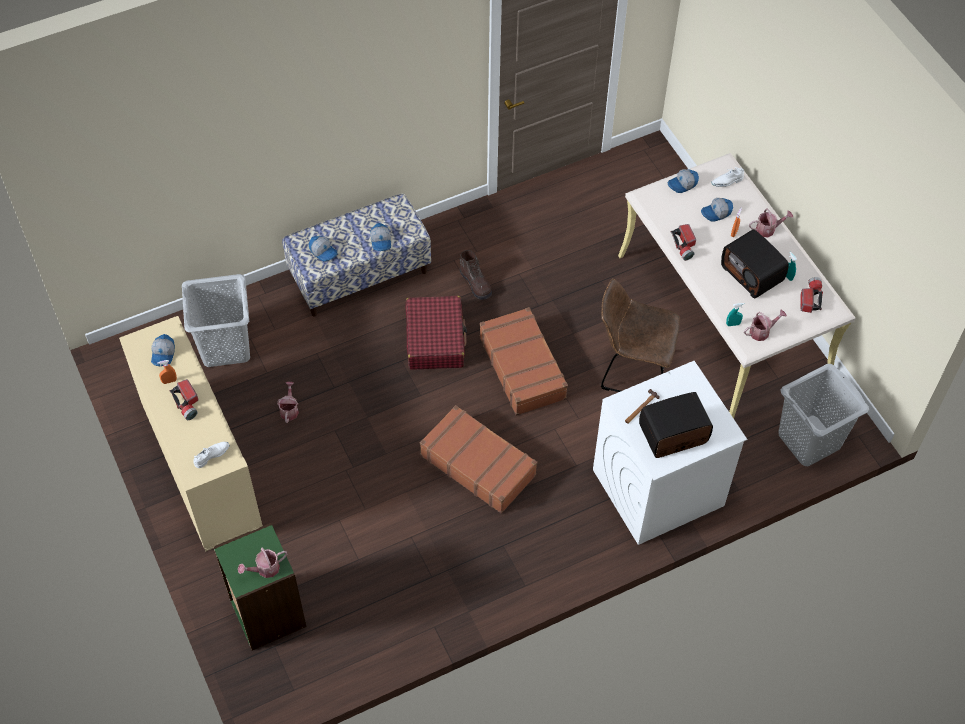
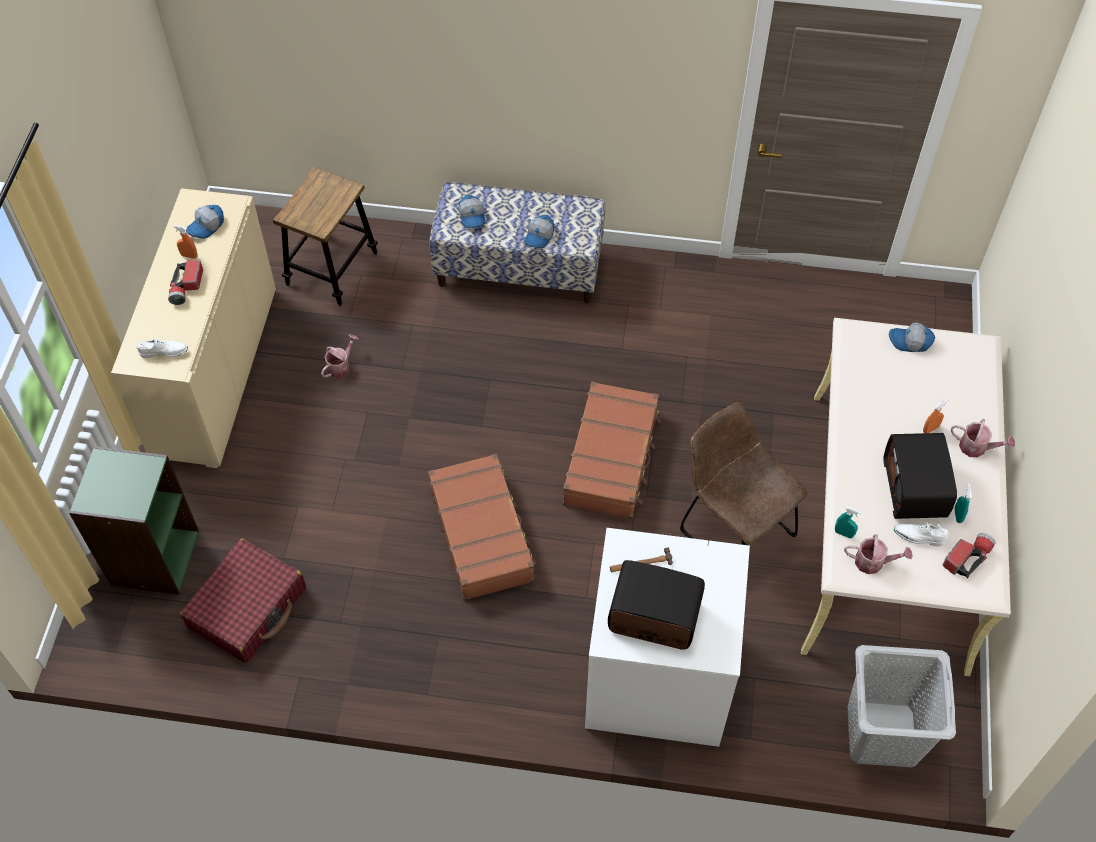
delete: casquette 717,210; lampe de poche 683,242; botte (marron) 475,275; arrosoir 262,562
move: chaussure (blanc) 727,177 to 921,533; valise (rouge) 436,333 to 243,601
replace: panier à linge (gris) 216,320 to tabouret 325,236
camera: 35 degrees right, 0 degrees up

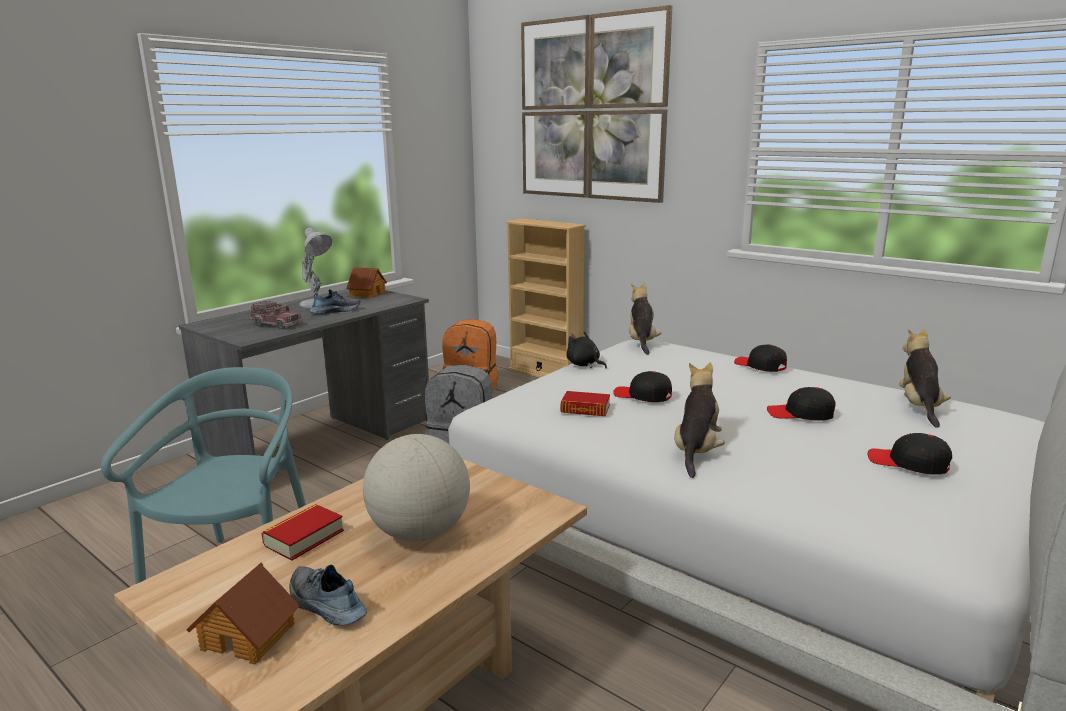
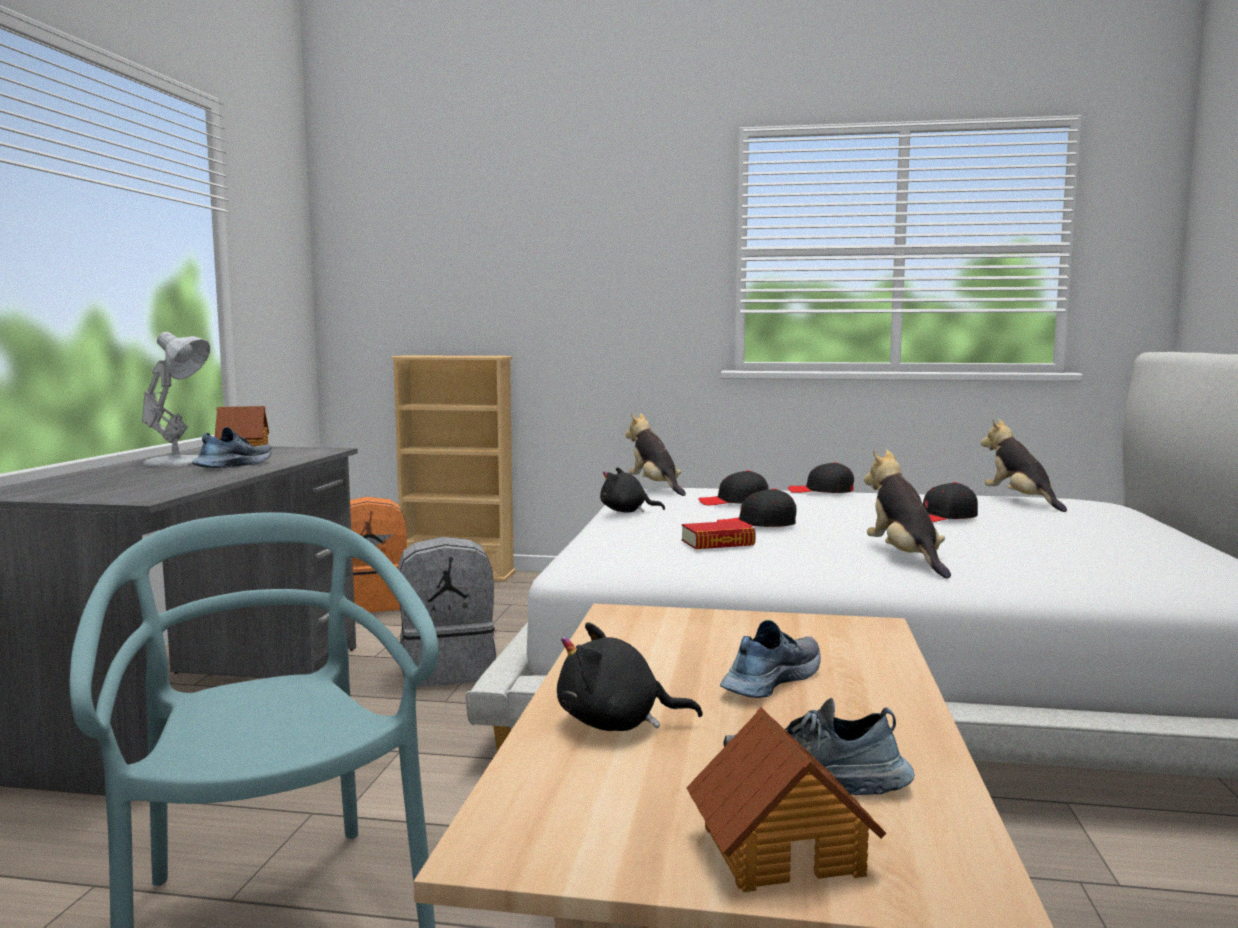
delete: tableau 596,104; camion jouet 276,315
move: casquette (noir) 909,454 to 733,487
replace: globe 416,488 to chaussure 770,659; livre 303,532 to peluche (noir) 630,676
camera: 30 degrees left, 10 degrees down

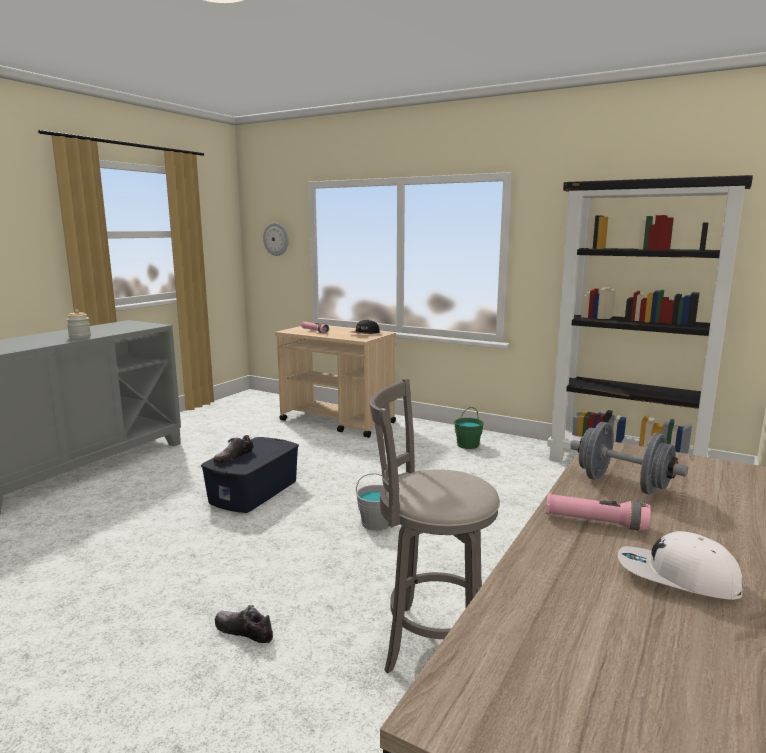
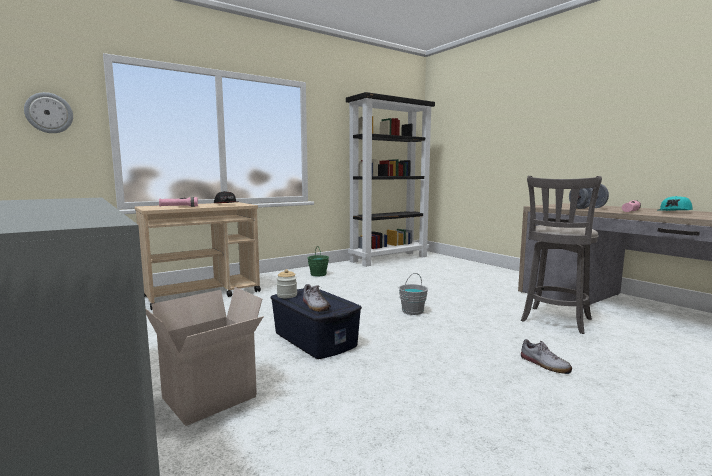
insert: carton 205,356
move: bocal 78,324 to 286,283
recolor: casquette (blanc) 681,565 to casquette (turquoise) 675,203
rotate: chaussure 244,624 = 546,356 90 degrees counterclockwise
camera: 65 degrees left, 5 degrees down

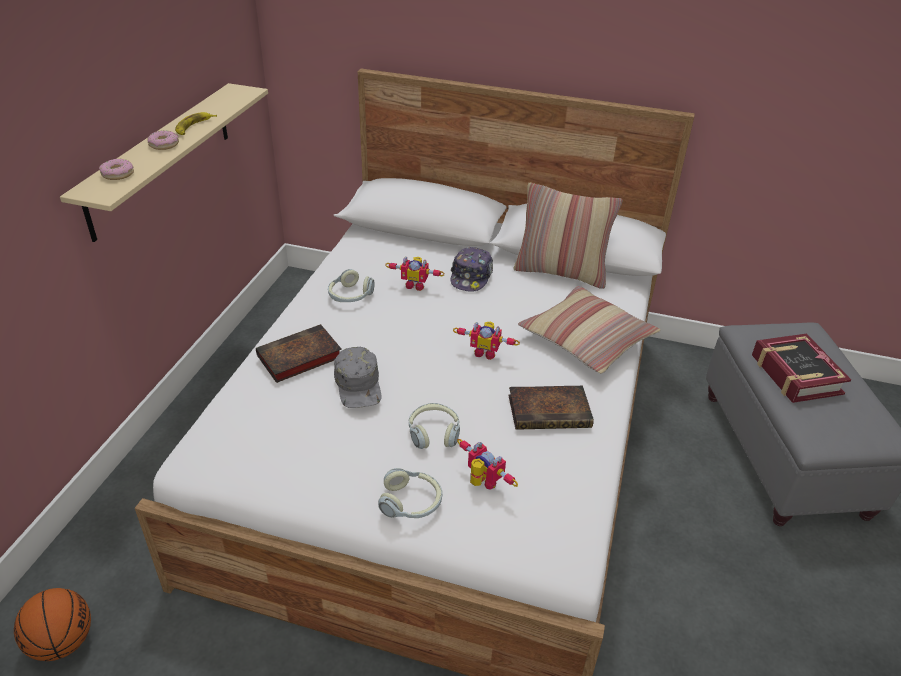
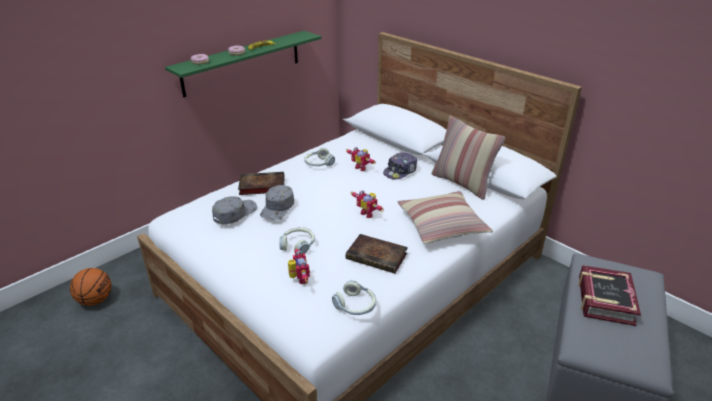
insert: casquette (gris) 234,210
move: casque audio 410,493 to 354,297
recolor: étagère (beige) 164,162 to étagère (vert) 243,64
camera: 30 degrees right, 5 degrees down

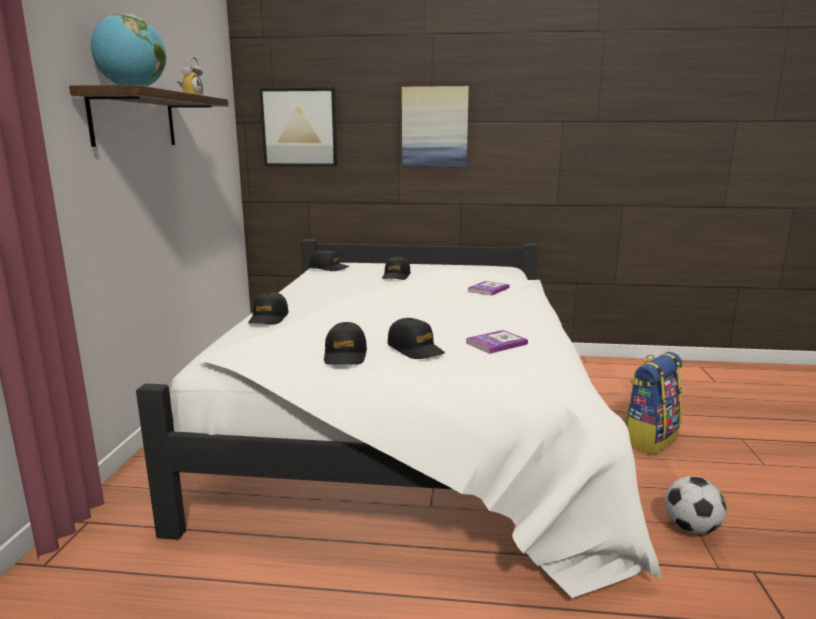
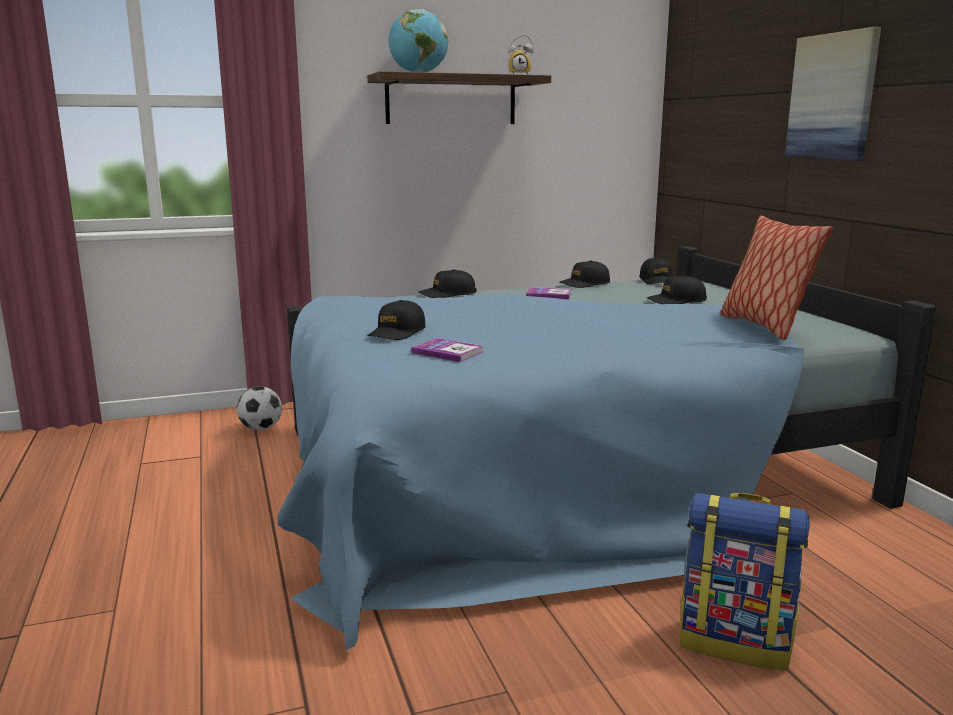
delete: tableau 298,127
insert: coussin 777,278
move: livre 489,288 to 548,293; casquette (noir) 345,343 to 584,274; ballon de foot 695,505 to 259,408
recolor: lit (blanc) 398,418 to lit (bleu) 606,448
camera: 65 degrees right, 0 degrees up

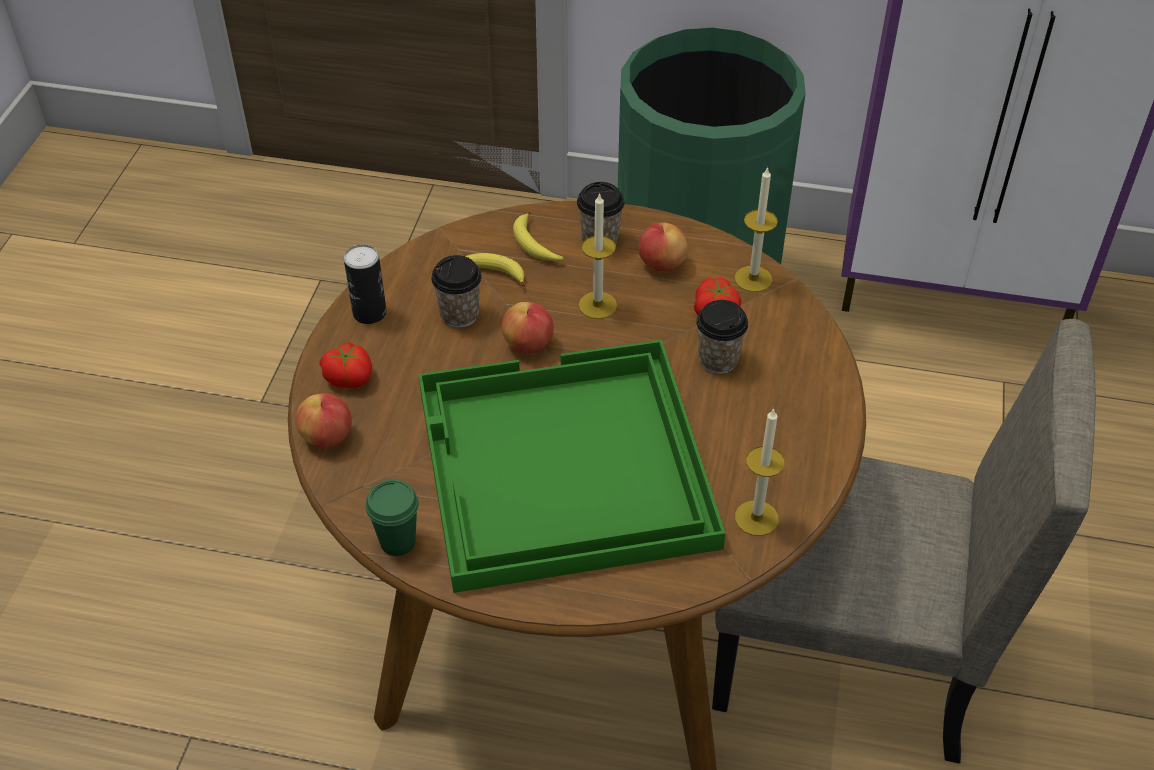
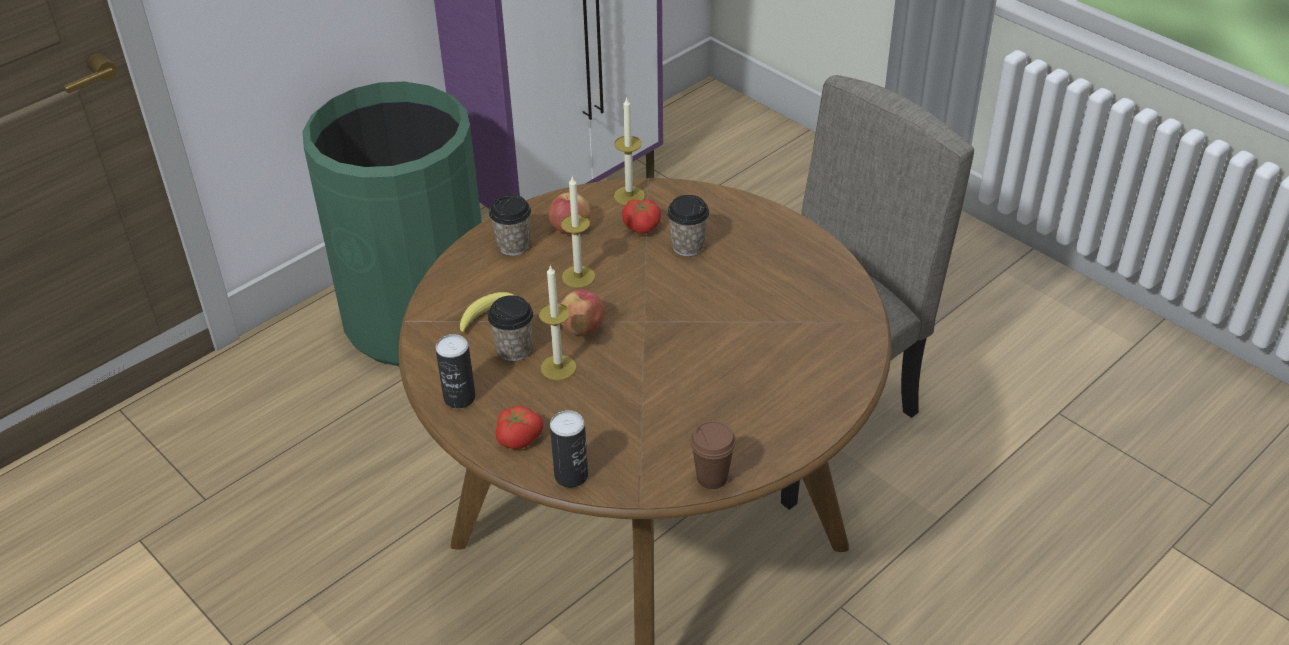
delete: banane 538,236; plateau (vert) 572,466
move: bougie 760,472 to 558,323
replace: pomme 323,420 to boîte métallique 569,449
recolor: tasse (vert) 392,517 to tasse (marron) 713,455
camera: 55 degrees left, 5 degrees down

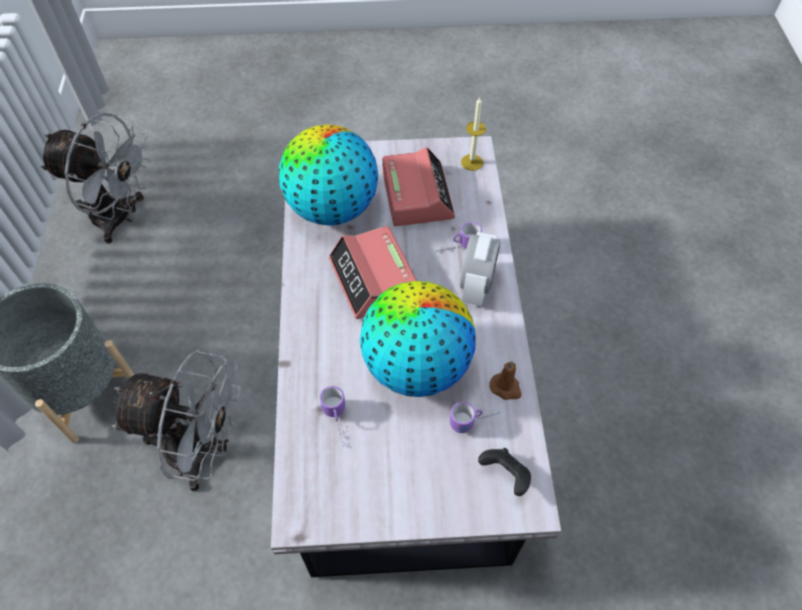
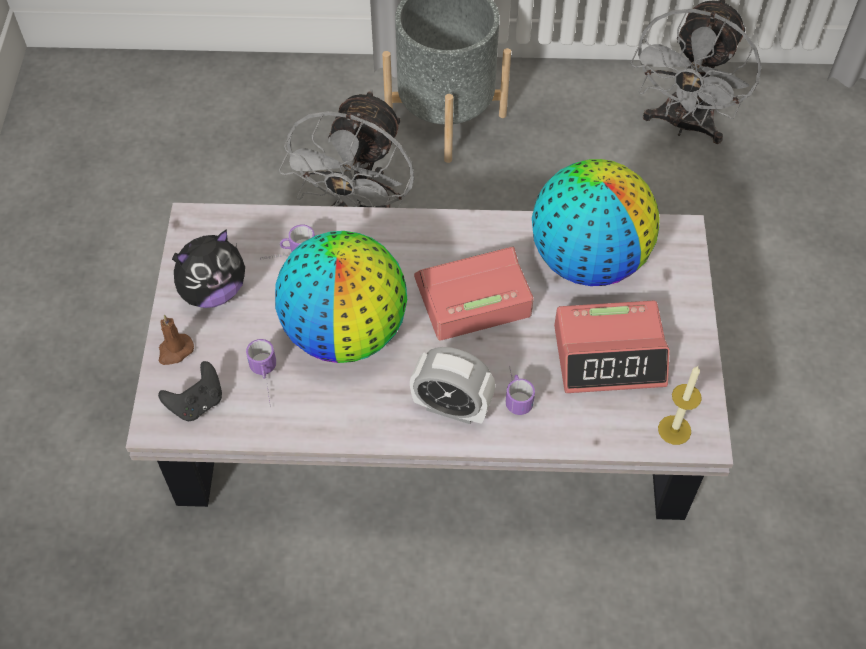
insert: peluche 208,268
move: bougie (marron) 506,380 to 176,340
camera: 95 degrees right, 0 degrees up

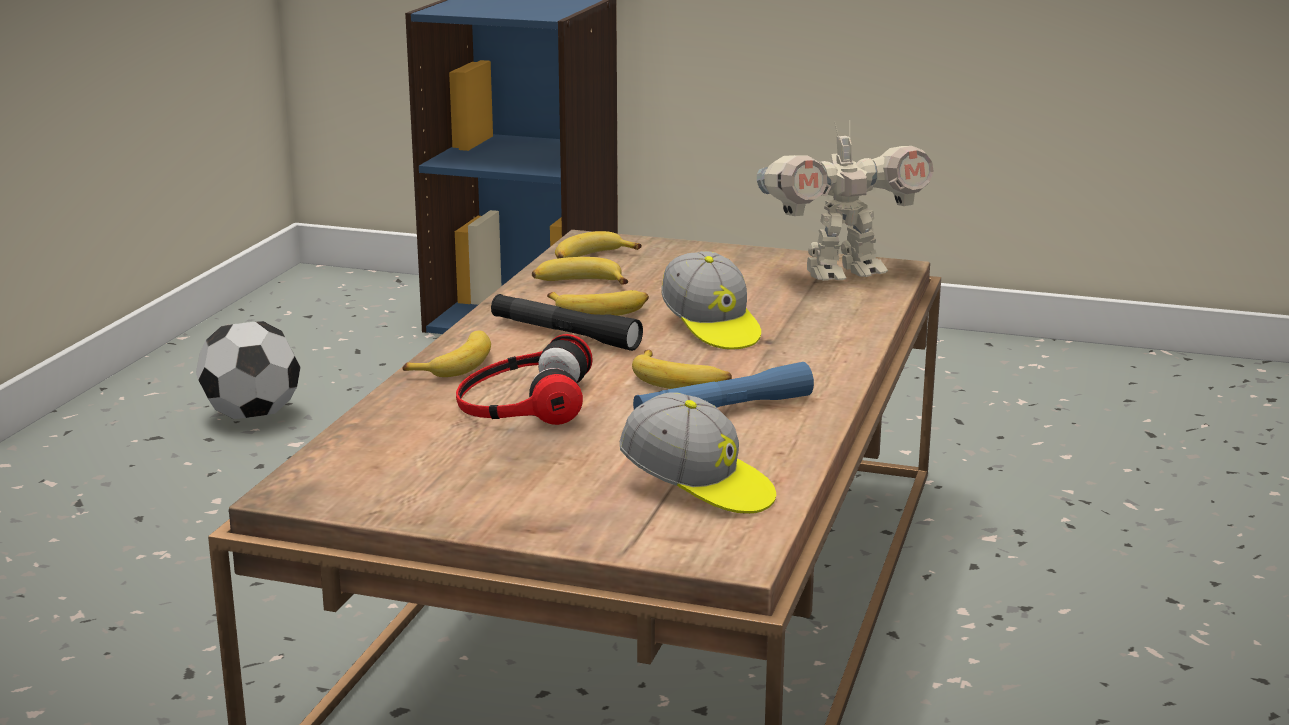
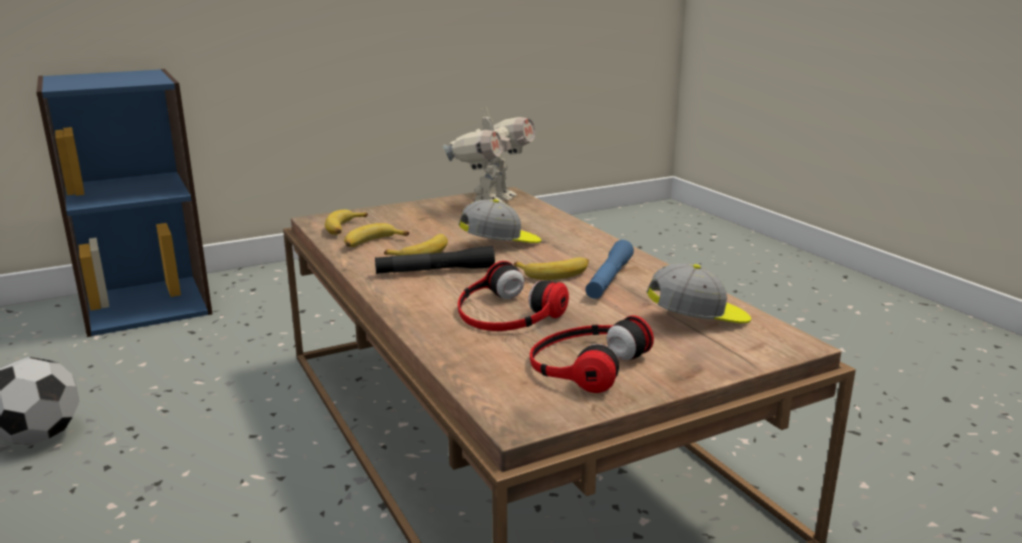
delete: banane 447,354
insert: casque audio 592,354
rotate: casquette 711,300 = 500,221 45 degrees counterclockwise
camera: 45 degrees left, 0 degrees up

